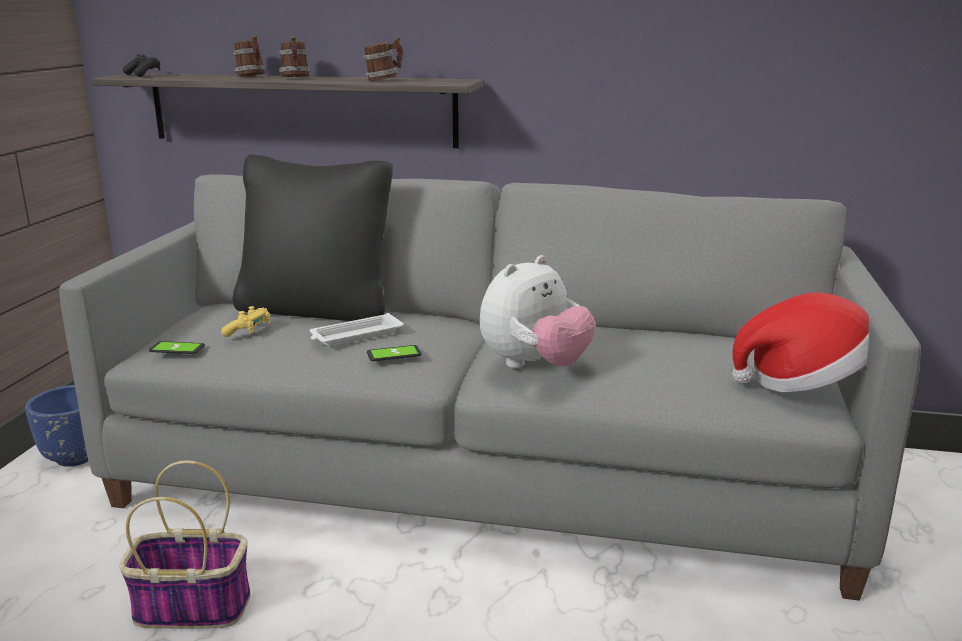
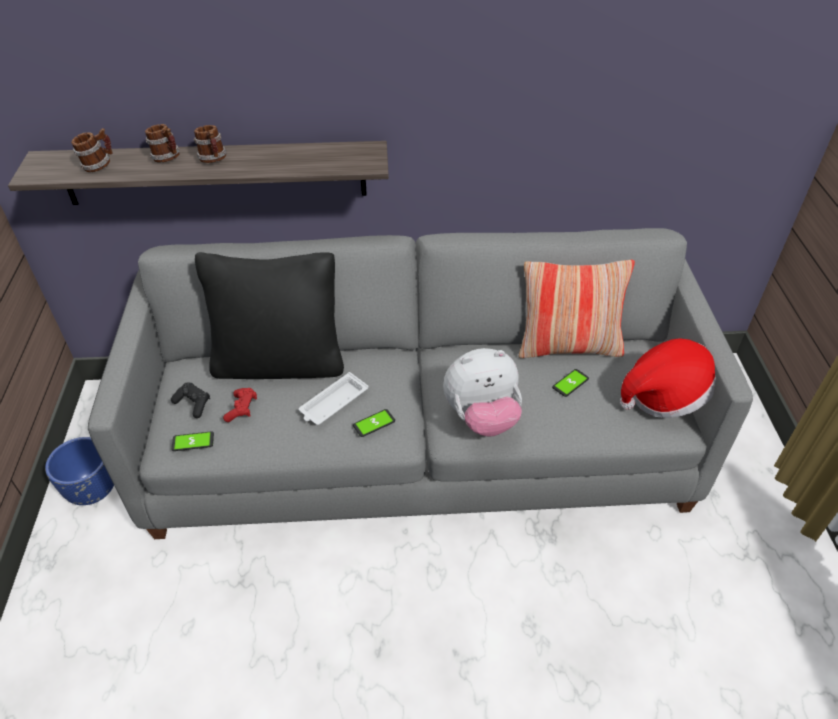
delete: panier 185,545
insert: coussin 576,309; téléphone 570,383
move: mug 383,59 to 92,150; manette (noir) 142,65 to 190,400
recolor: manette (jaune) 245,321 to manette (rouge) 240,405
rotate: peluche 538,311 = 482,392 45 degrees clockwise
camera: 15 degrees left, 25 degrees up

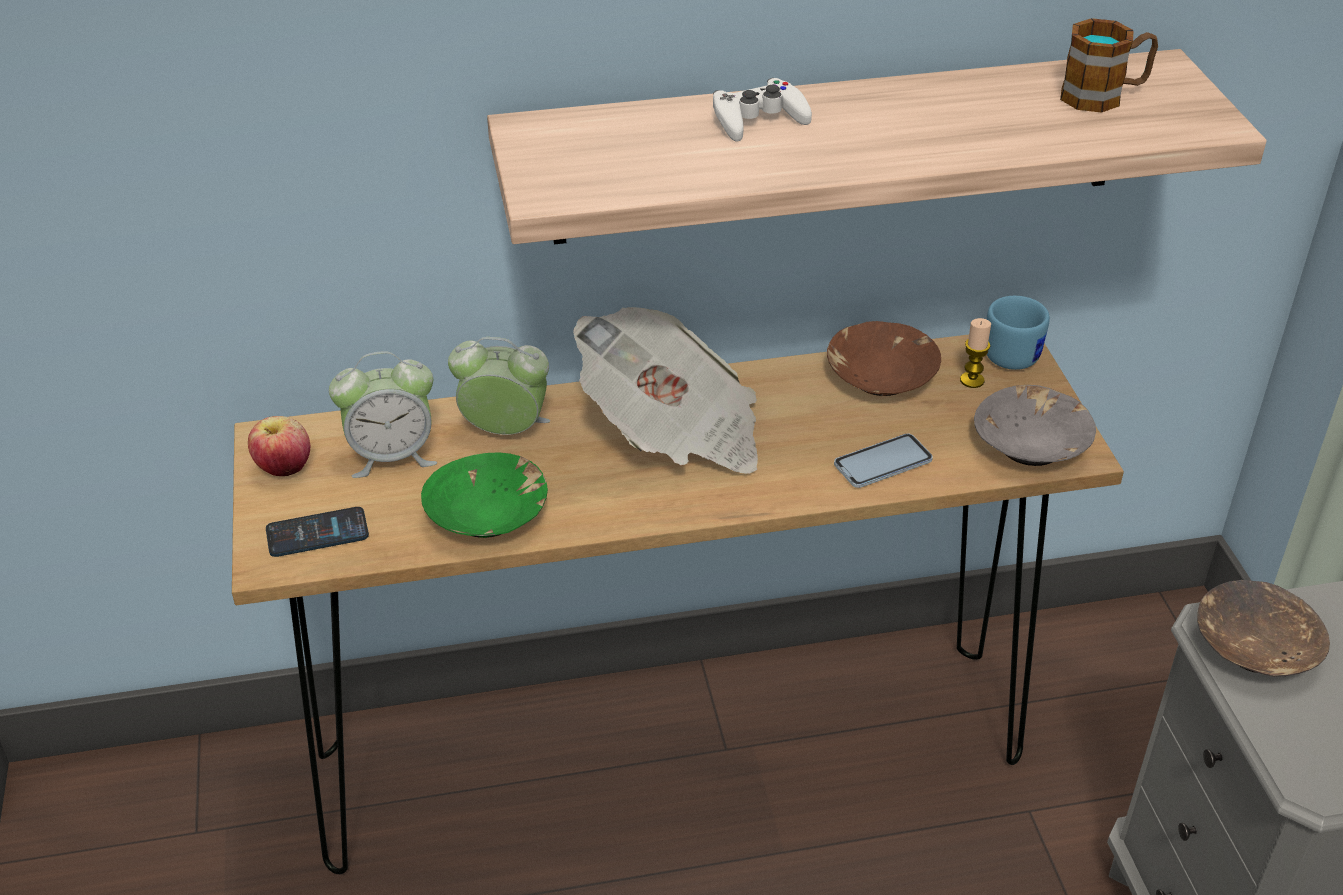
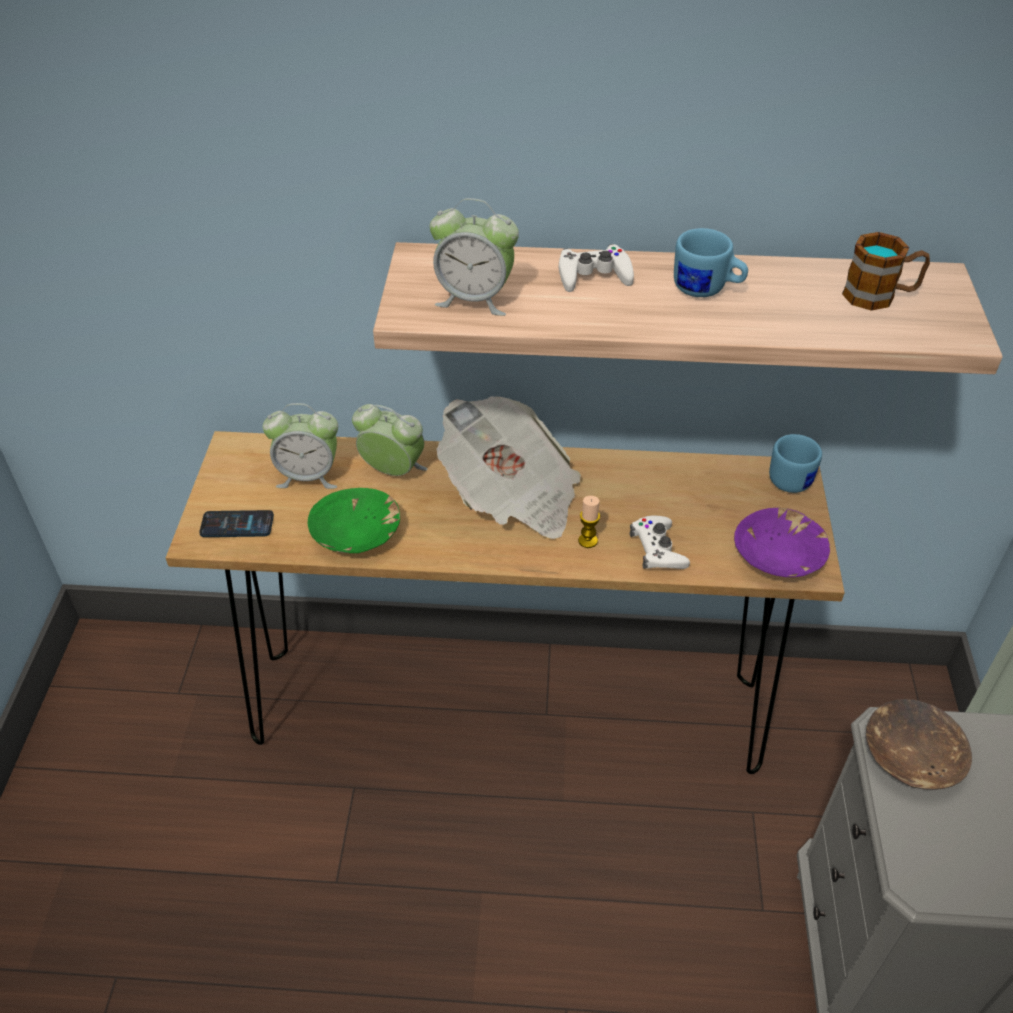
delete: bol (marron) 884,358; pomme 279,446
insert: réveil 474,257; mug (bleu) 711,262
move: bougie 975,353 to 589,522
replace: téléphone 883,461 to manette (blanc) 660,542
recolor: bol (gris) 1035,425 to bol (violet) 782,542
camera: 15 degrees right, 5 degrees up

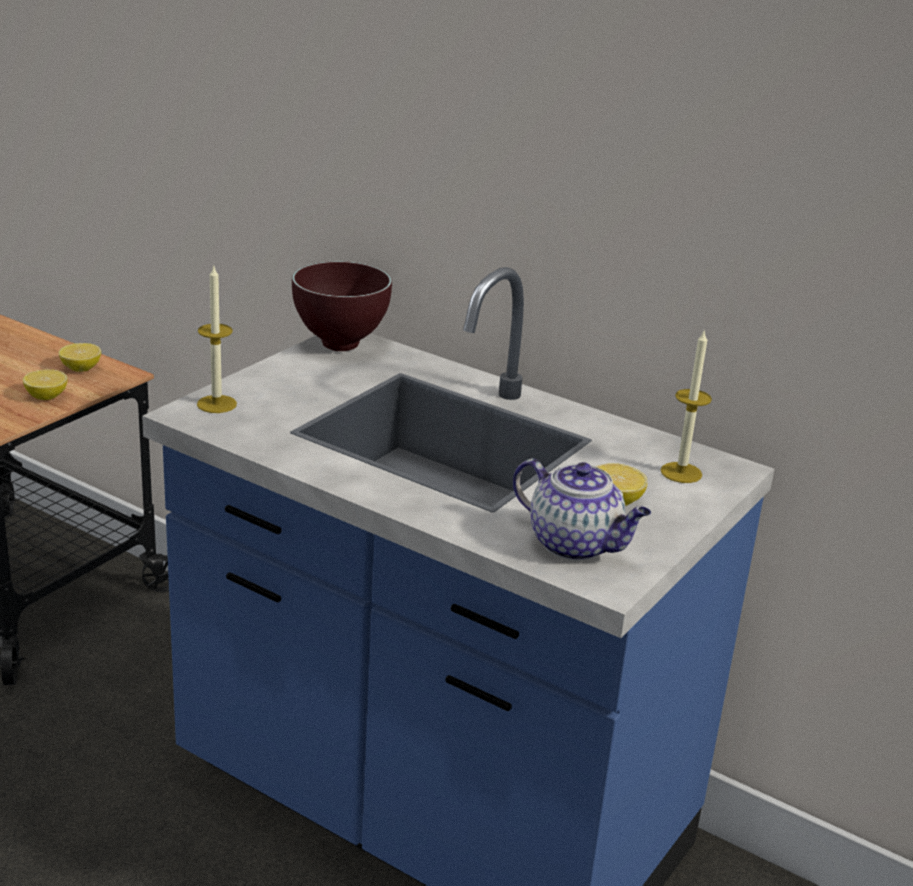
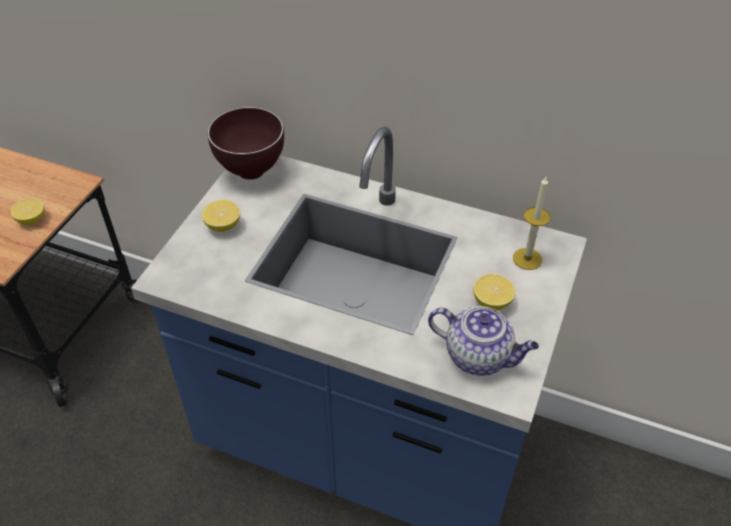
delete: bougie 217,338
move: citron 80,357 to 221,216
camera: 10 degrees left, 20 degrees up

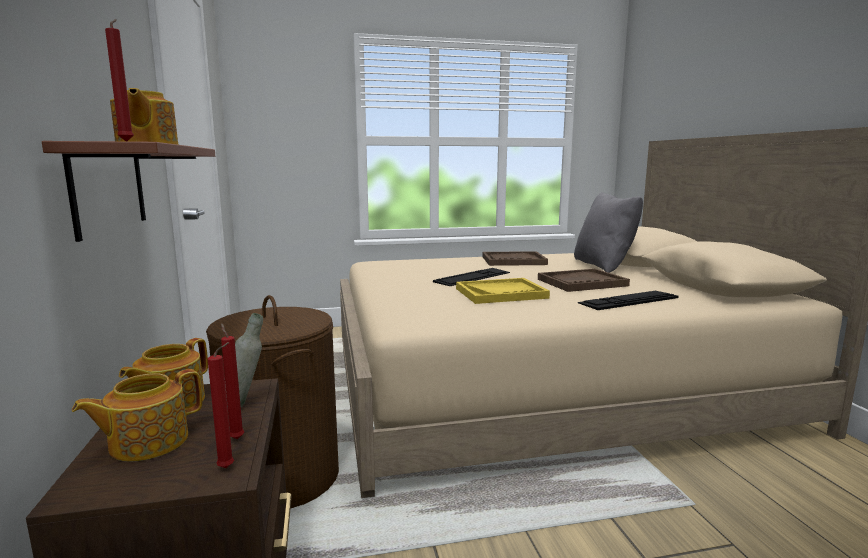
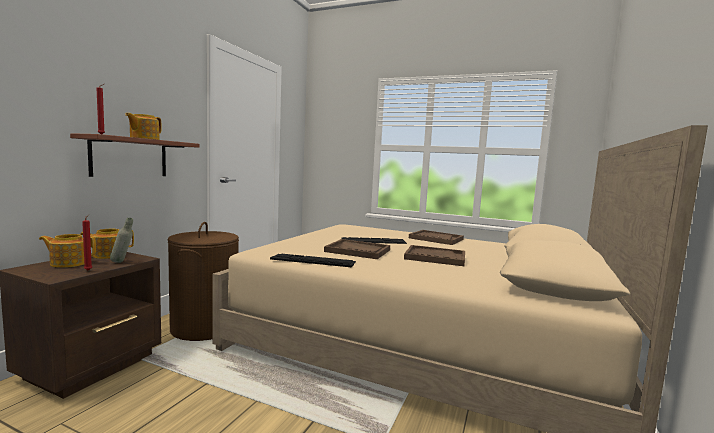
delete: coussin (gris) 608,232; bougie (rouge) 221,405
move: clavier 628,300 to 313,260
recolor: plateau (jaune) 503,291 to plateau (marron) 357,249
camera: 35 degrees right, 5 degrees down

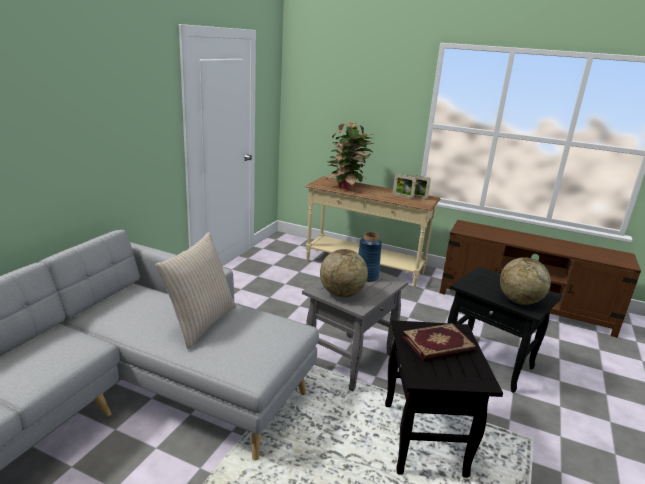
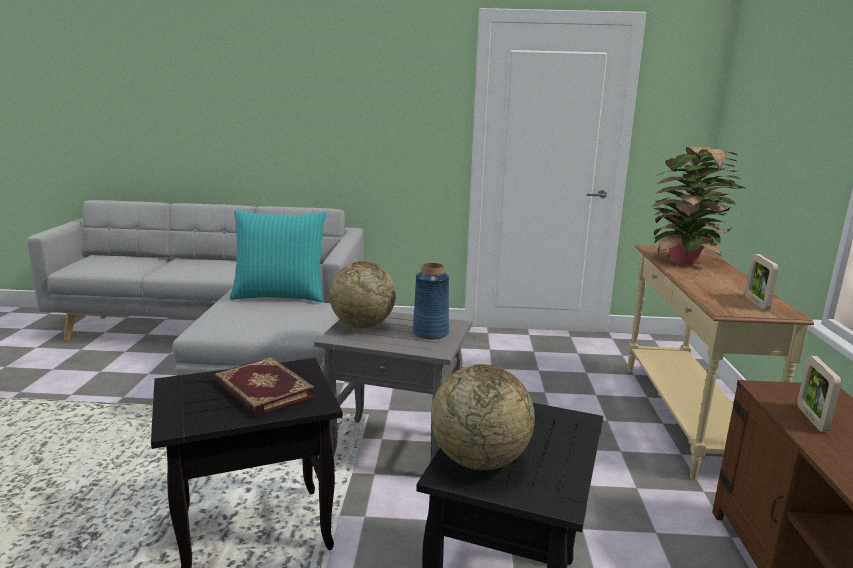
move: cadre photo 404,186 to 819,393
recolor: coussin (beige) 195,290 to coussin (turquoise) 278,256
camera: 70 degrees right, 5 degrees down

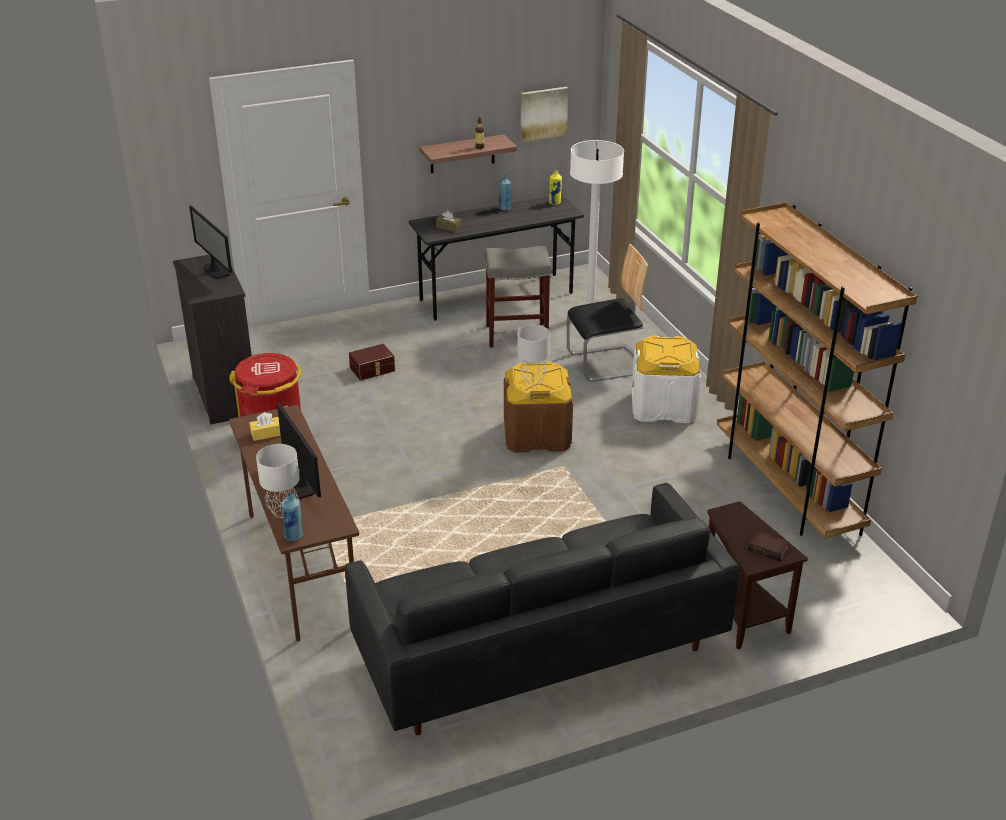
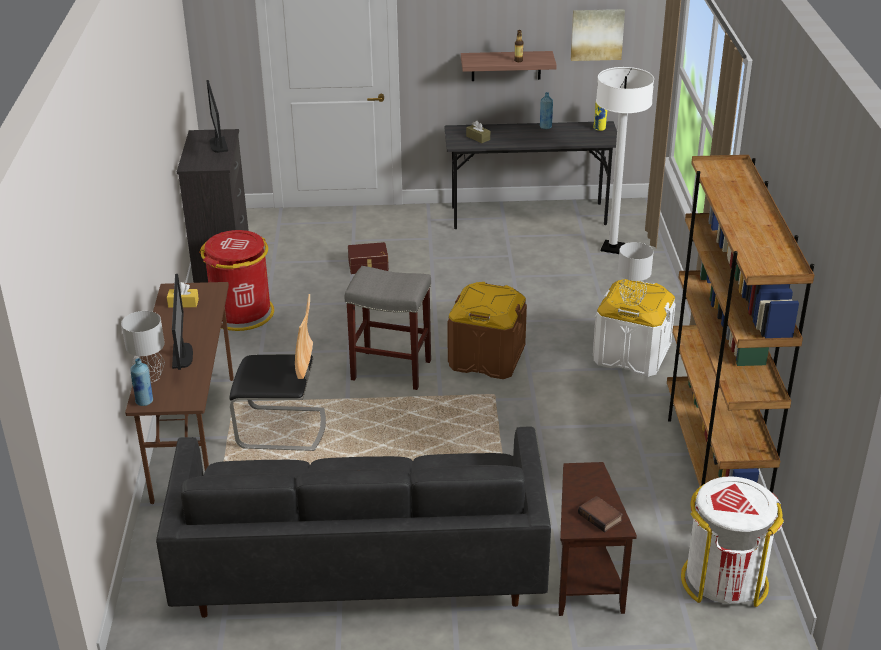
insert: poubelle (blanc) 732,542
move: chaise 607,313 to 277,372; tabouret (gris) 518,296 to 388,328; lampe de table (gris) 533,355 to 635,274
camera: 20 degrees right, 0 degrees up

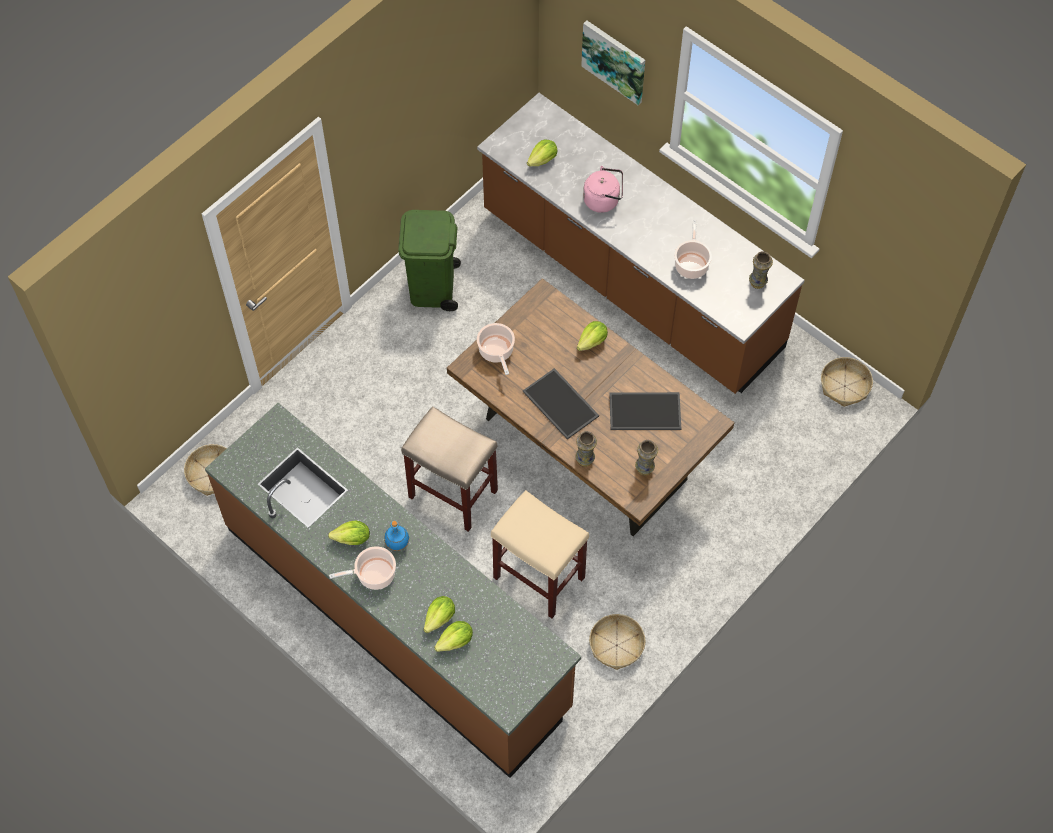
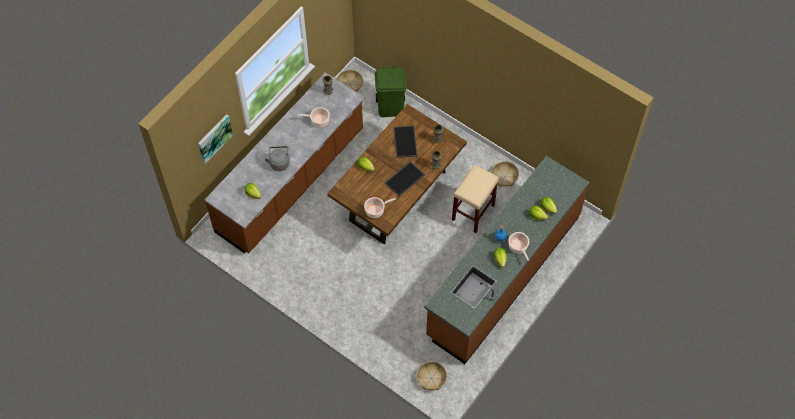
delete: tabouret (beige) 449,469
move: poubelle (vert) 429,260 to 391,92
recolor: bouilloire (rose) 603,189 to bouilloire (gris) 277,158
camera: 95 degrees left, 0 degrees up

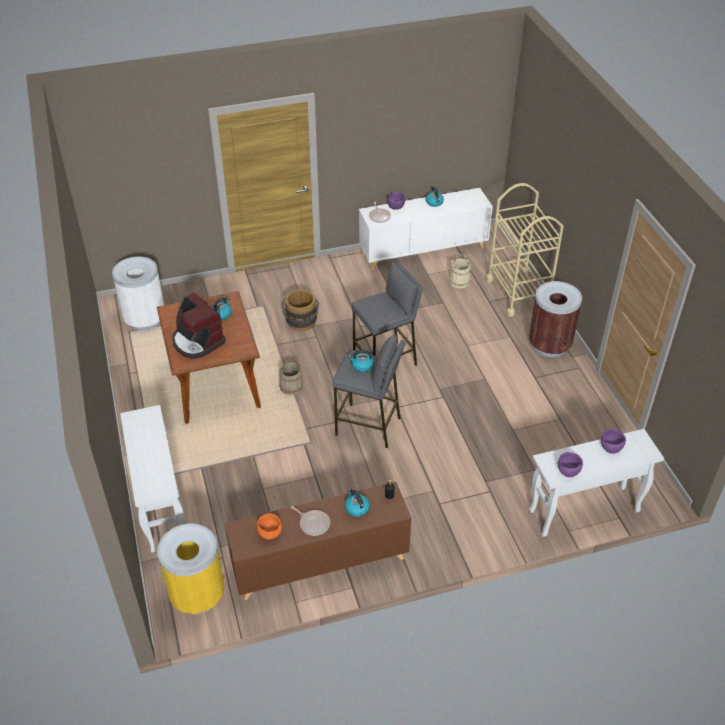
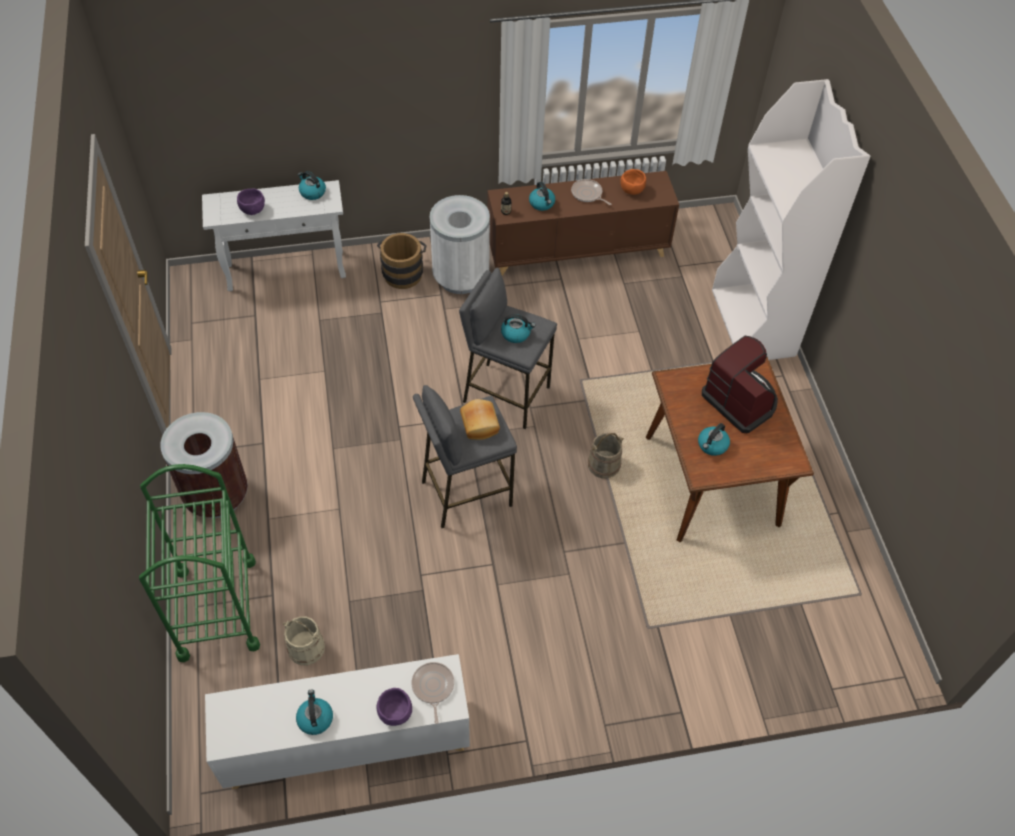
delete: poubelle (jaune) 190,569
insert: pain 480,419
move: poubelle (blanc) 138,293 to 460,244; seau (marron) 300,310 to 401,261
replace: table console (blanc) 152,479 to bibliothèque (blanc) 791,219; bol (violet) 570,464 to bouilloire 312,185
recolor: chariot (beige) 525,250 to chariot (vert) 199,563
camera: 175 degrees left, 10 degrees up

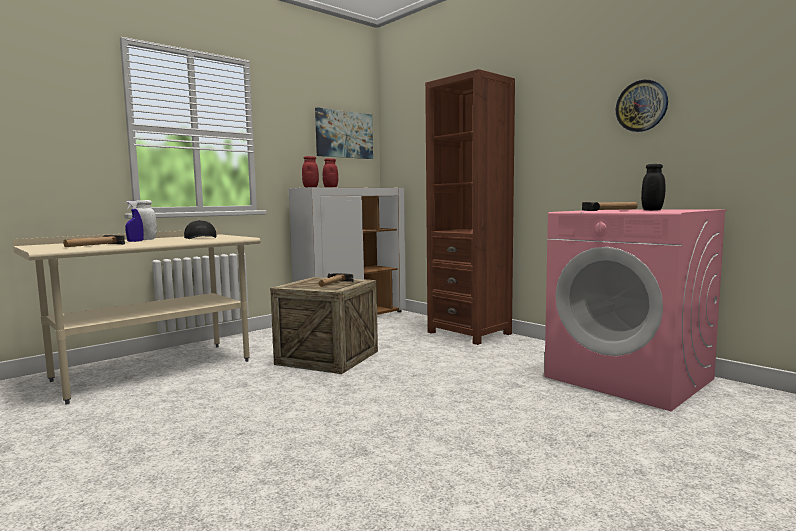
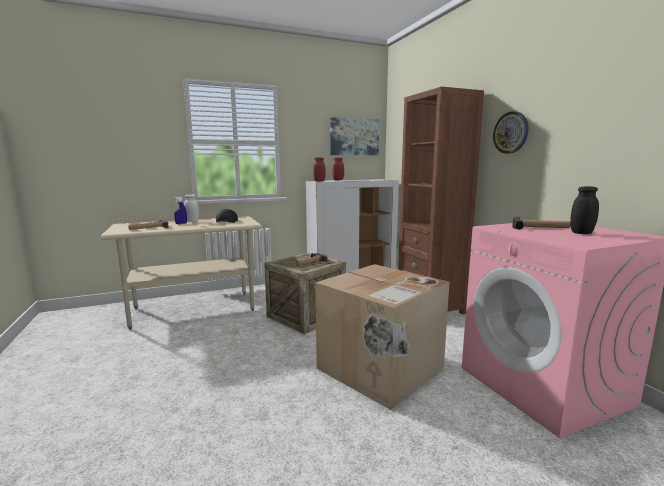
insert: carton 382,337
move: horloge murale 641,106 to 511,132
camera: 20 degrees right, 5 degrees up

